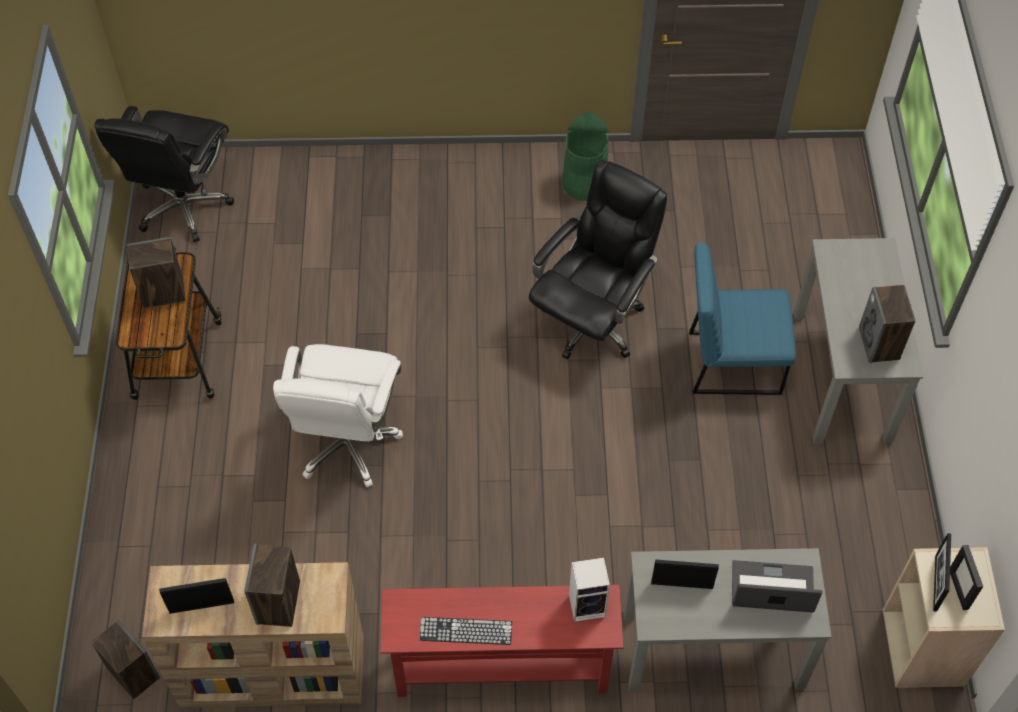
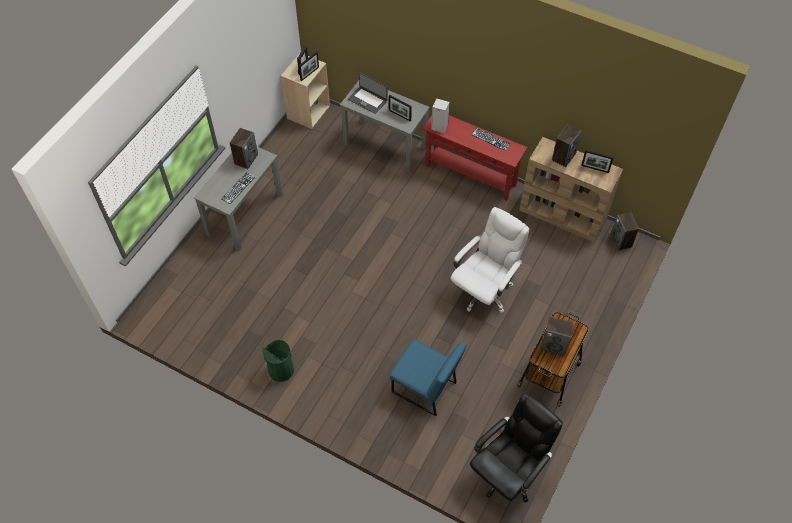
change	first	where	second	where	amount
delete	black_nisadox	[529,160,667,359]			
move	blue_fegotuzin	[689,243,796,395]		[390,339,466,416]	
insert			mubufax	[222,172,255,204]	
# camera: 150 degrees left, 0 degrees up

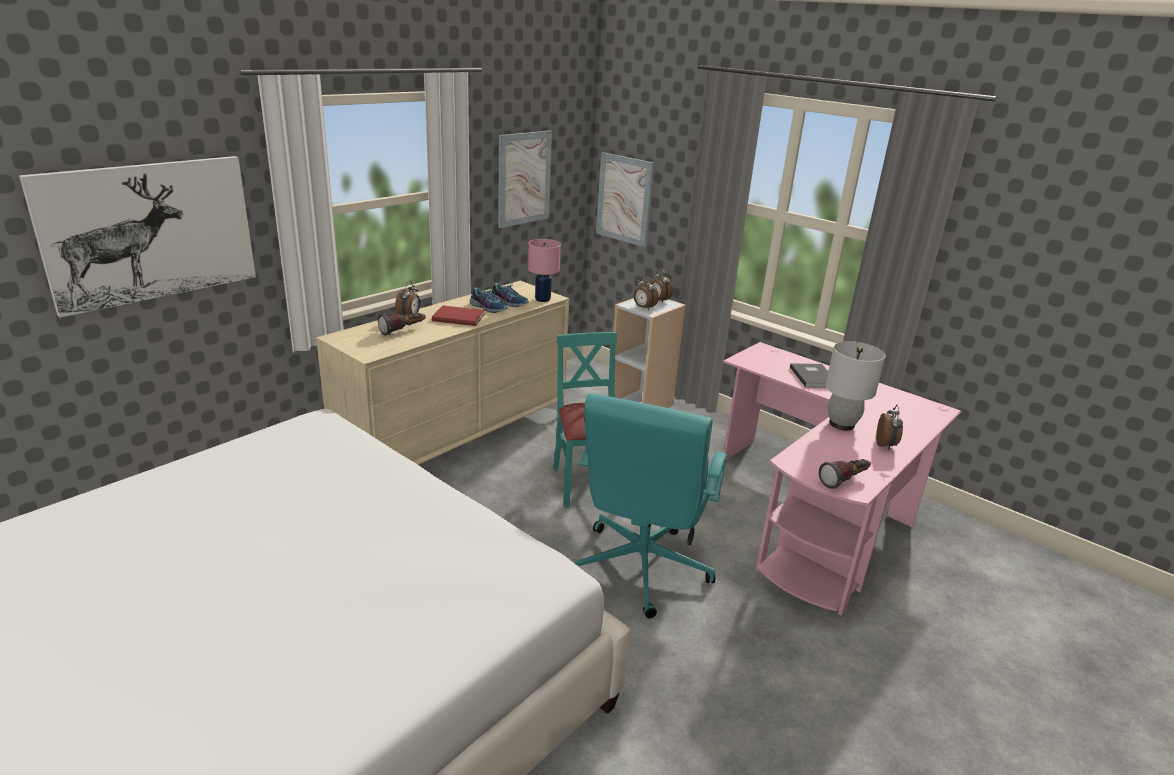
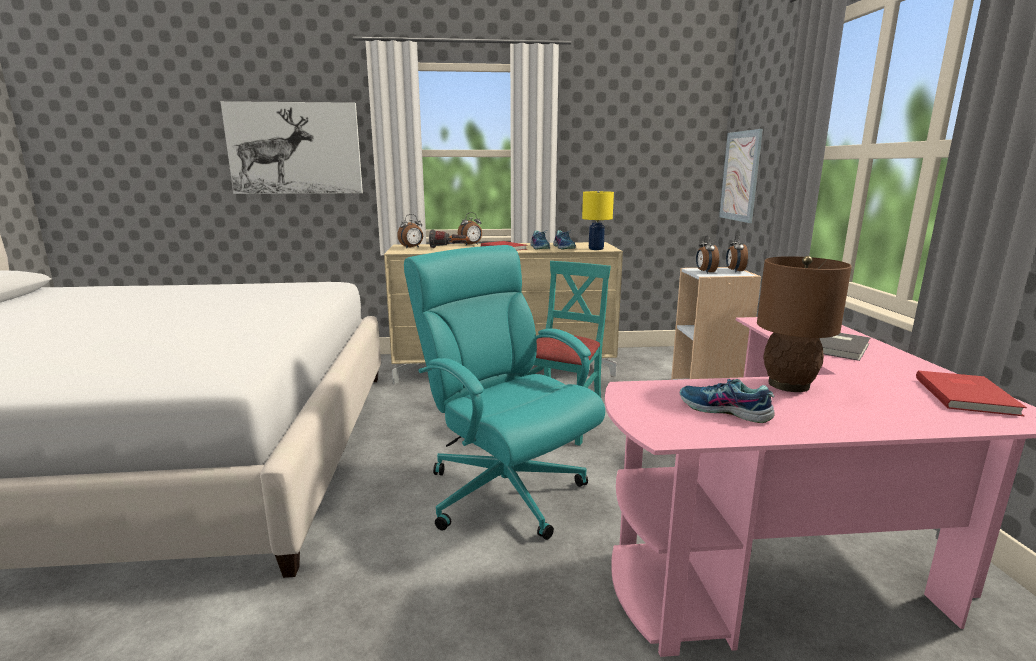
change	first	where	second	where	amount
delete	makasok	[498,130,552,228]			
recolor	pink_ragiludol	[528,239,561,302]	yellow_ragiludol	[582,191,614,250]	
recolor	white_ragiludol	[825,341,886,430]	brown_ragiludol	[757,256,852,392]	
rotate	turquoise_nisadox	[573,393,728,618]		[404,245,605,540]	75 degrees clockwise
move	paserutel	[876,404,903,450]		[397,214,423,249]	
delete	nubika	[819,459,871,489]			
insert			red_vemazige	[916,371,1027,416]	
insert			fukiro	[680,379,775,423]	
# camera: 45 degrees right, 10 degrees down

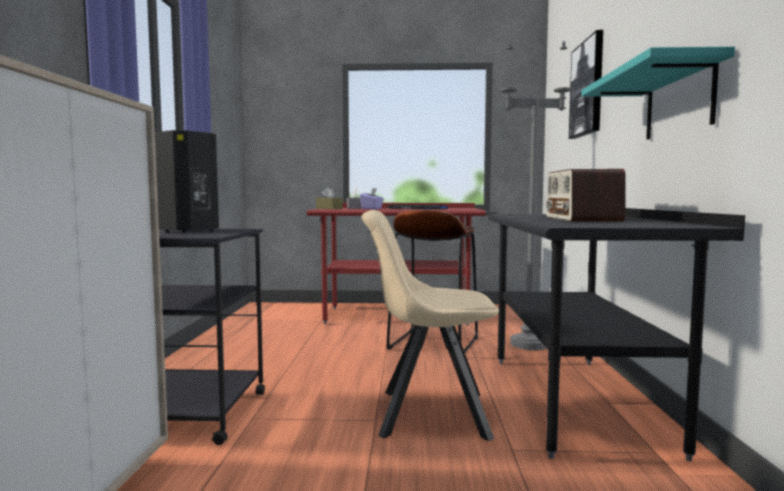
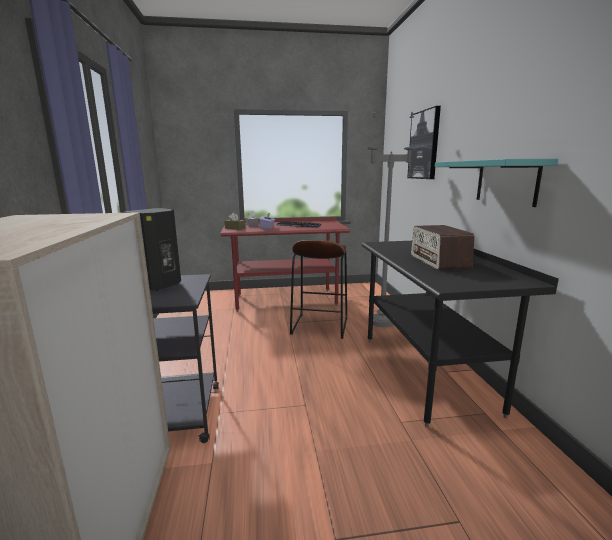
change	first	where	second	where	amount
delete	beige_fegotuzin	[362,210,499,441]			
# camera: 10 degrees left, 10 degrees up

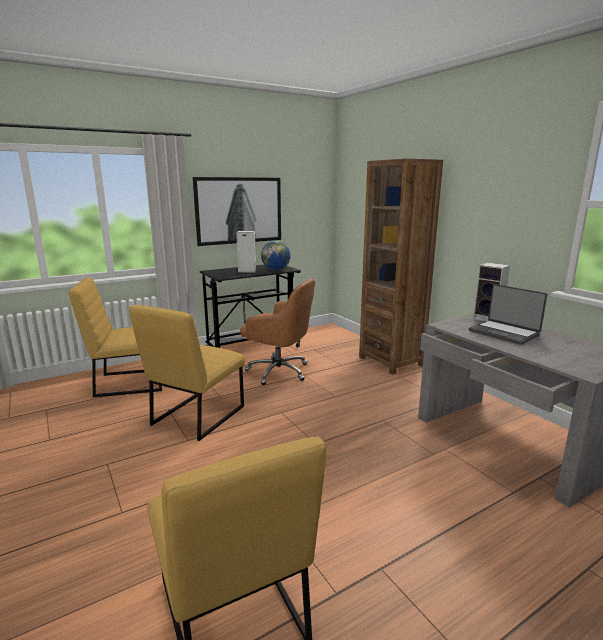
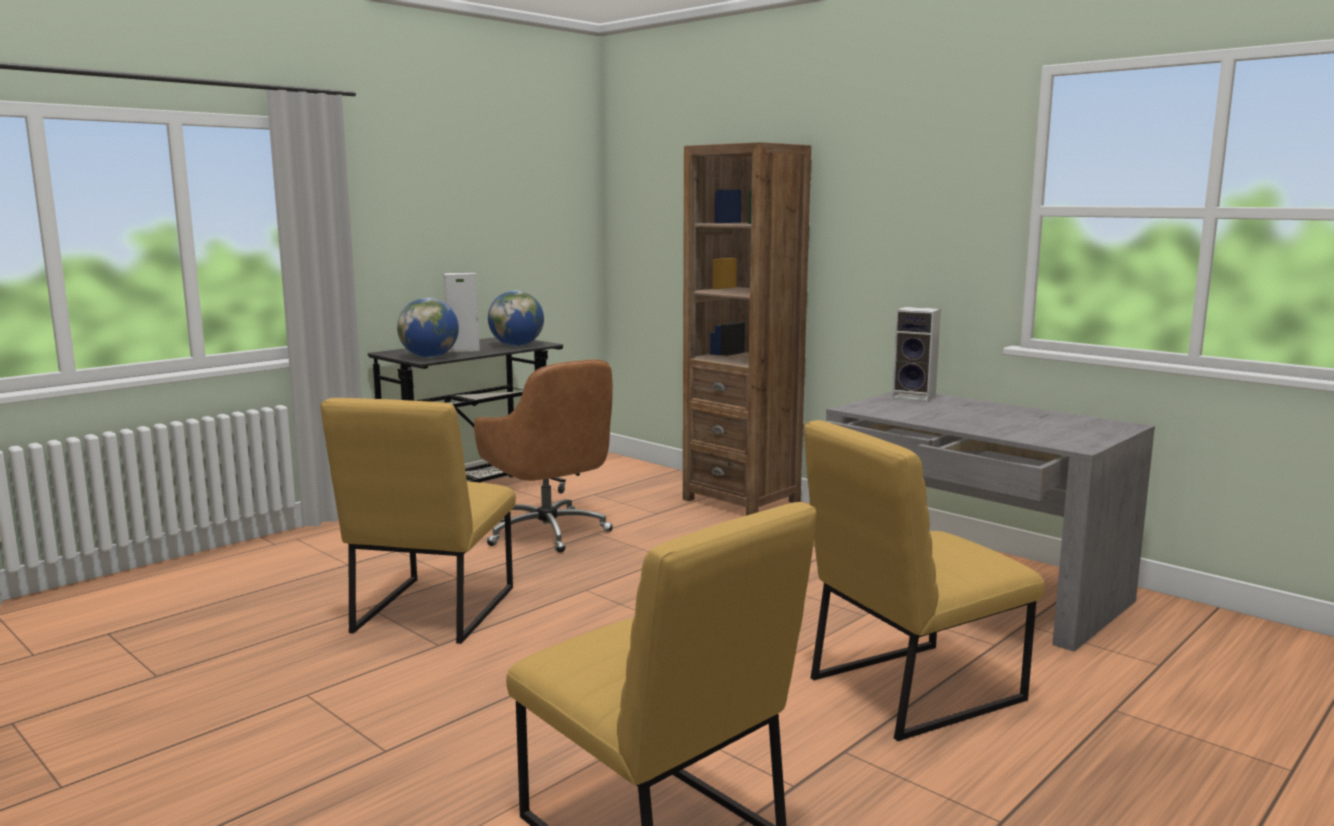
change	first	where	second	where	amount
delete	makasok	[193,177,281,246]			
move	yellow_fegotuzin	[69,278,162,397]		[804,420,1045,741]	
rotate	brown_nisadox	[240,278,315,385]		[474,360,613,553]	45 degrees clockwise
delete	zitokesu	[469,284,547,345]			
insert			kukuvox	[397,298,459,358]	
# camera: 15 degrees left, 5 degrees down

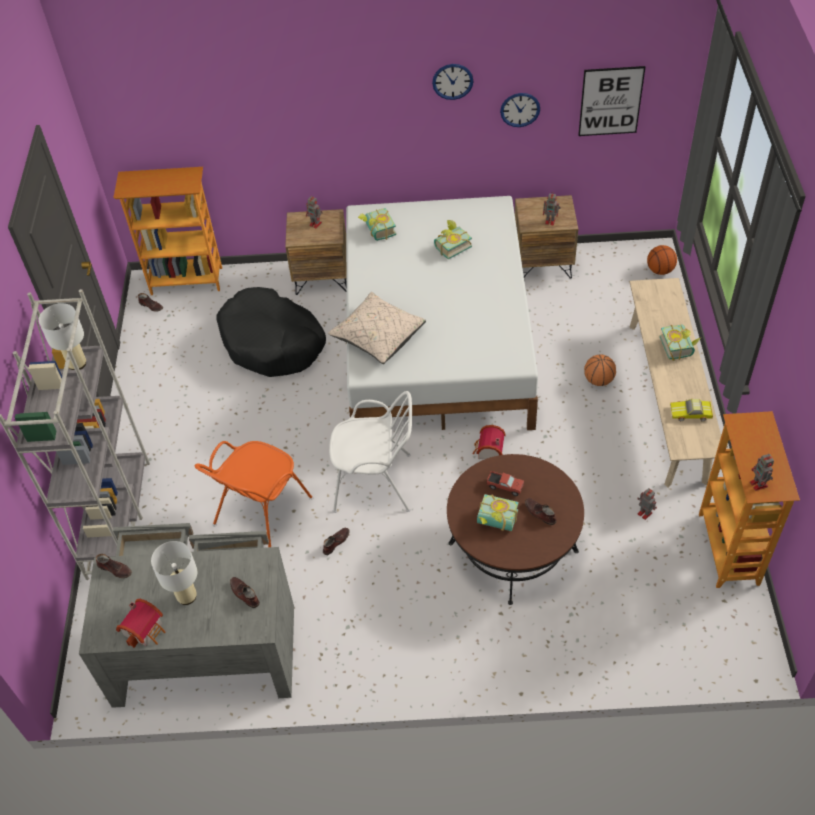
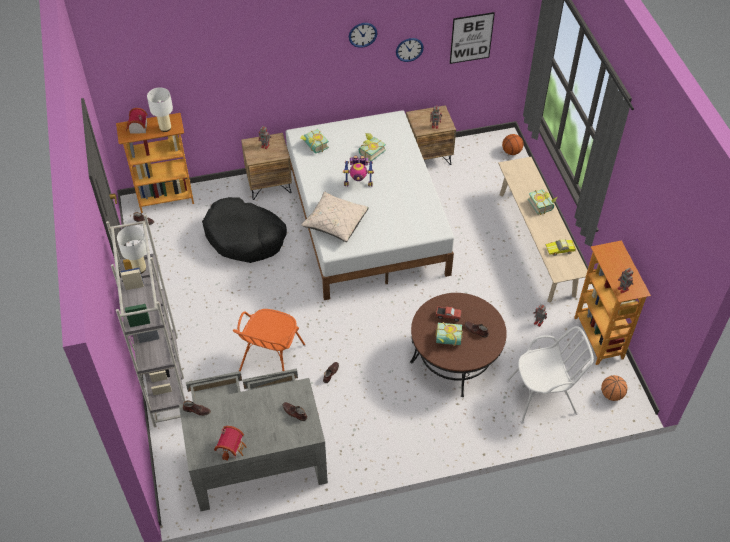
change	first	where	second	where	amount
move	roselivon	[584,355,616,386]		[601,375,628,401]	
move	white_fegotuzin	[329,391,412,513]		[506,326,594,424]	
move	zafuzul	[473,425,506,460]		[126,108,147,134]	
move	white_ragiludol	[151,541,197,605]		[147,88,173,132]	
insert			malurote	[343,156,374,187]	
# camera: 15 degrees left, 0 degrees up

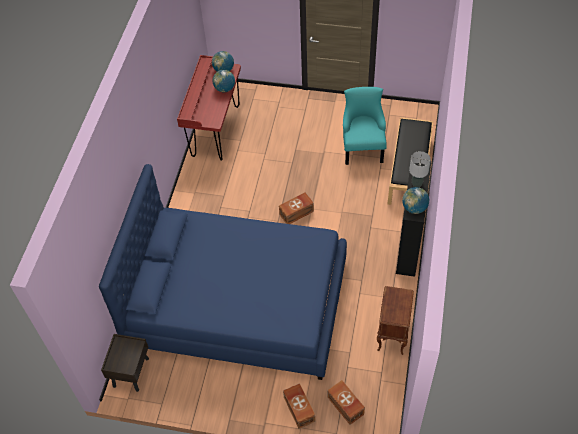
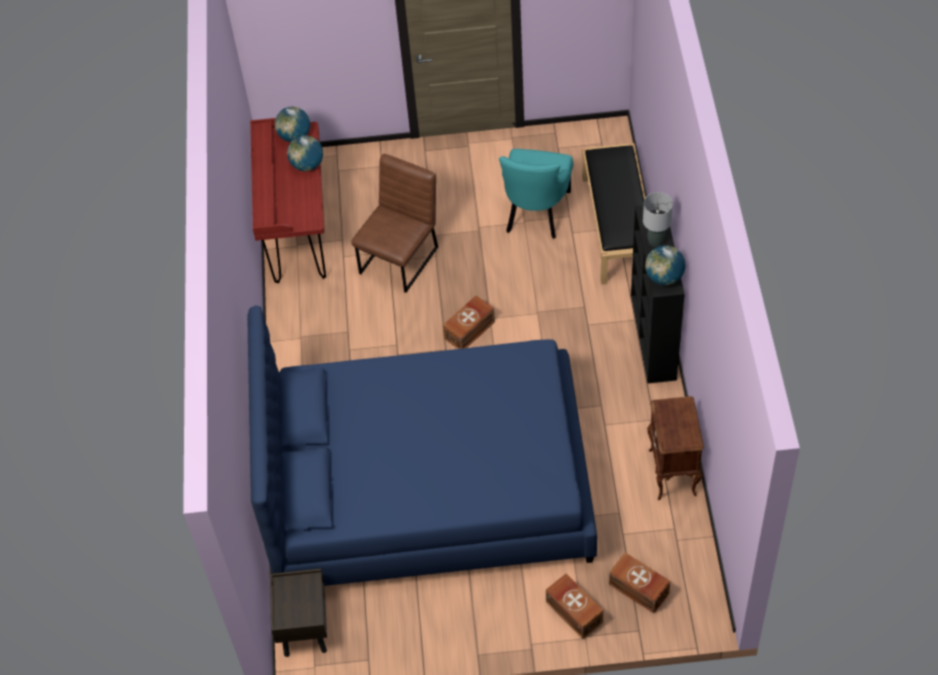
change	first	where	second	where	amount
rotate	turquoise_fegotuzin	[343,87,387,165]		[499,149,574,239]	150 degrees counterclockwise
insert			brown_fegotuzin	[351,154,438,293]	
# camera: 15 degrees left, 0 degrees up

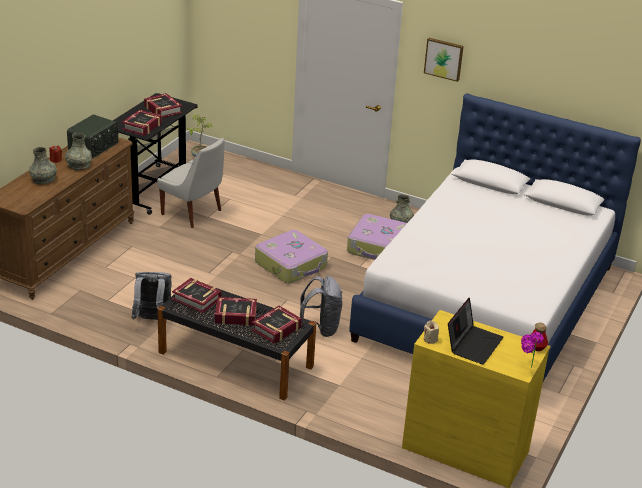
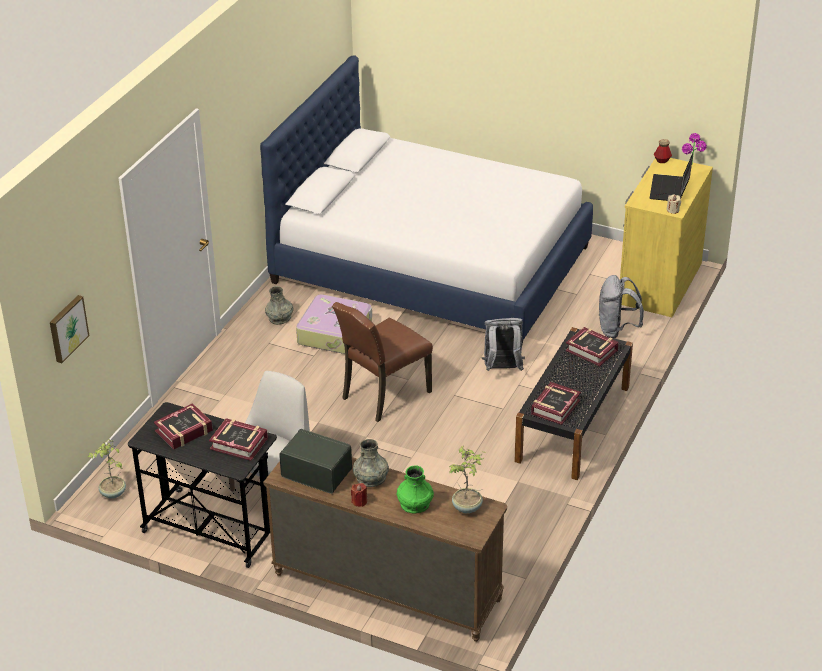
change	first	where	second	where	amount
move	makasok	[424,38,464,82]		[50,295,90,363]	
recolor	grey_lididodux	[29,147,57,184]	green_lididodux	[397,465,434,513]	
replace	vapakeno	[255,230,328,284]	brown_fegotuzin	[332,302,433,422]	
move	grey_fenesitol	[131,272,172,320]		[599,275,644,338]	
delete	vemazige	[215,297,257,326]			
rotate	zitokesu	[448,297,504,365]		[650,154,693,201]	105 degrees counterclockwise
insert			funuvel	[449,446,487,513]	
# camera: 90 degrees left, 5 degrees up

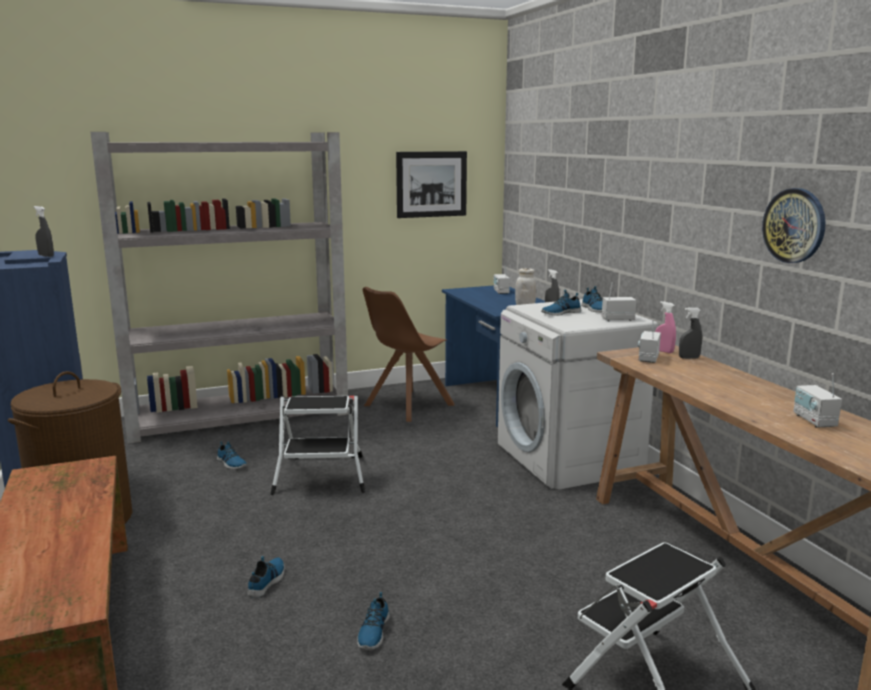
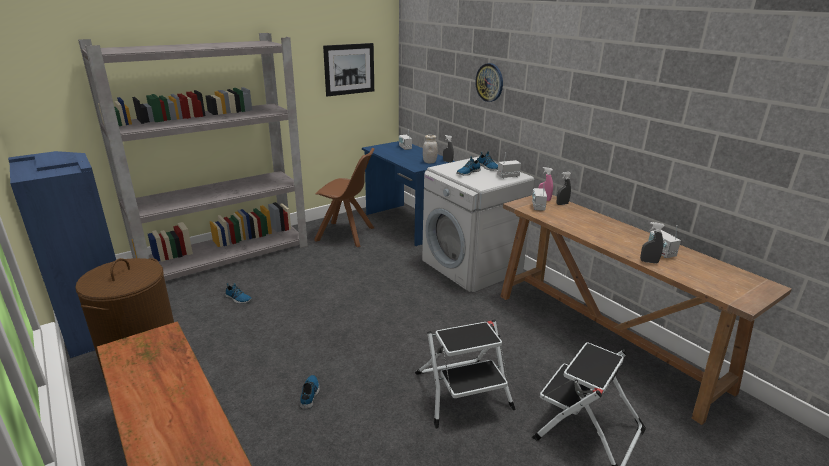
change	first	where	second	where	amount
move	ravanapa	[762,188,826,263]		[475,63,503,102]	
move	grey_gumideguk	[34,206,54,257]		[640,222,665,263]	
rotate	brown_fegotuzin	[363,287,454,422]		[314,148,374,247]	105 degrees counterclockwise
move	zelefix	[271,394,365,495]		[415,320,515,429]	
delete	fukiro	[357,592,390,650]			
# camera: 15 degrees left, 10 degrees up

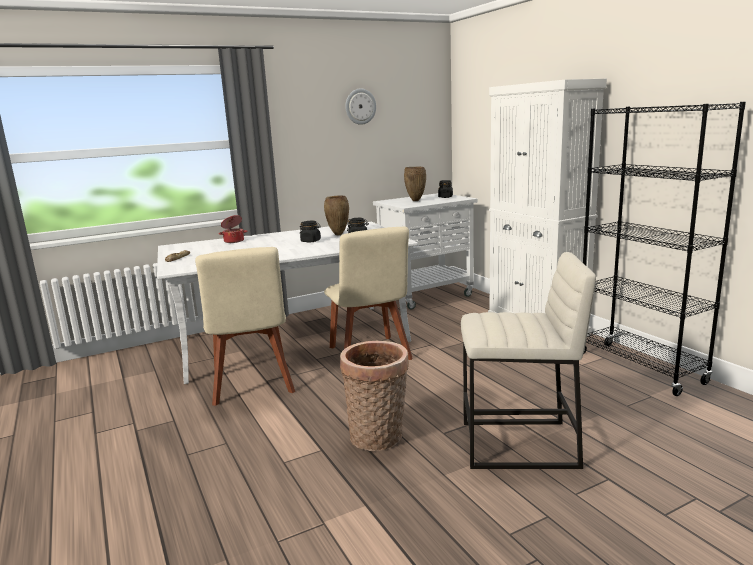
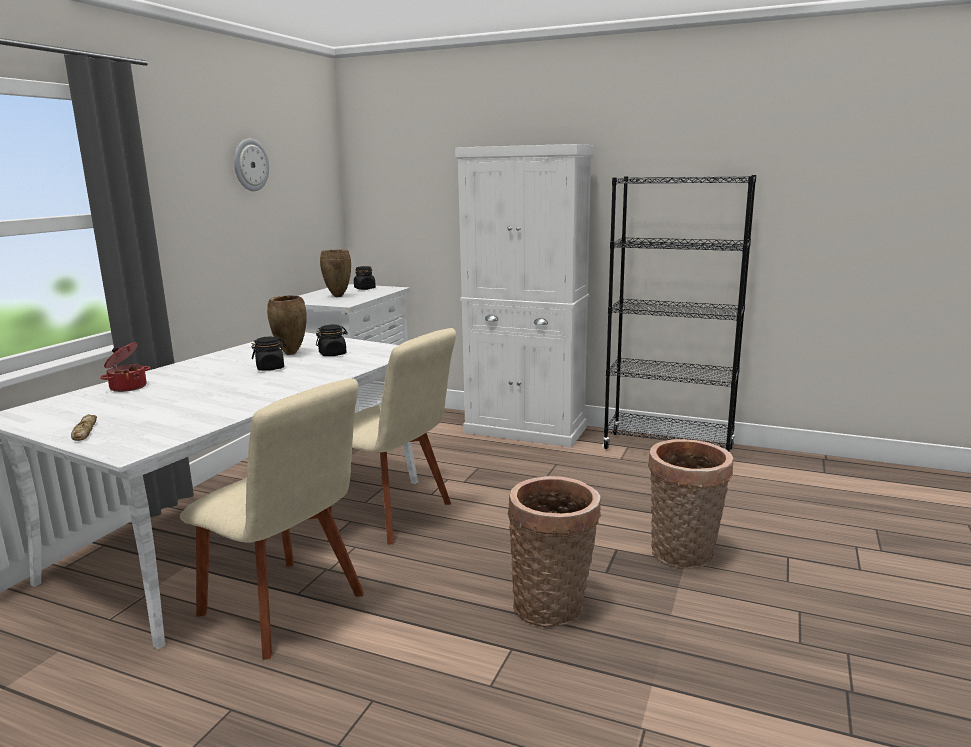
change	first	where	second	where	amount
replace	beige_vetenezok	[461,252,596,469]	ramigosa	[648,439,734,568]	
# camera: 40 degrees left, 0 degrees up

